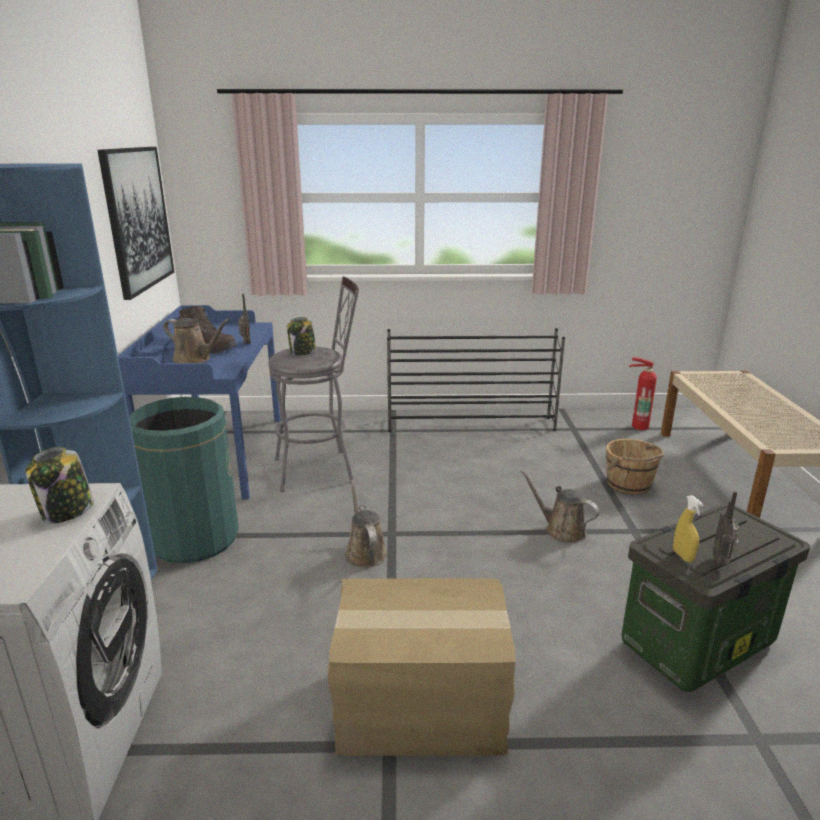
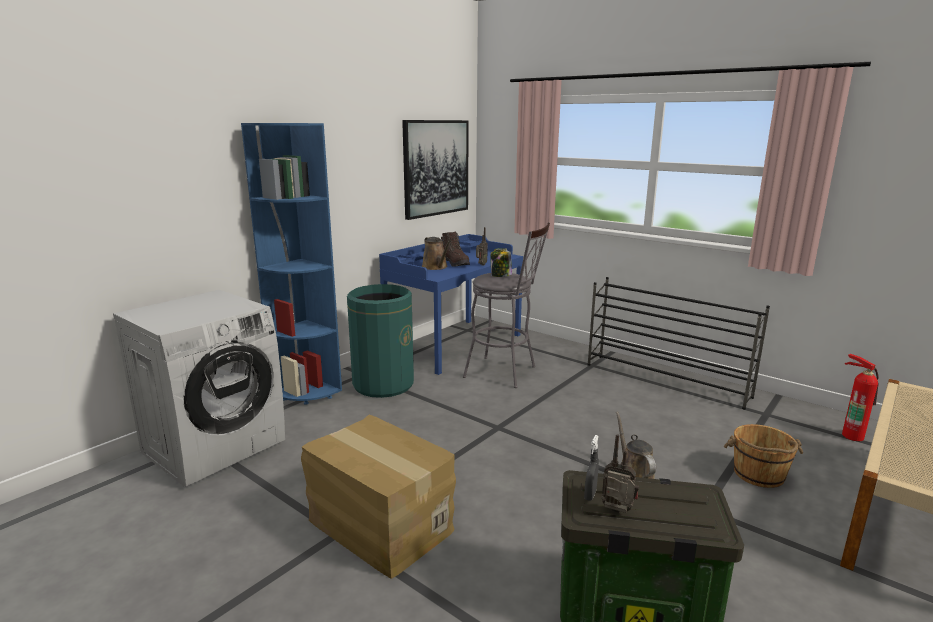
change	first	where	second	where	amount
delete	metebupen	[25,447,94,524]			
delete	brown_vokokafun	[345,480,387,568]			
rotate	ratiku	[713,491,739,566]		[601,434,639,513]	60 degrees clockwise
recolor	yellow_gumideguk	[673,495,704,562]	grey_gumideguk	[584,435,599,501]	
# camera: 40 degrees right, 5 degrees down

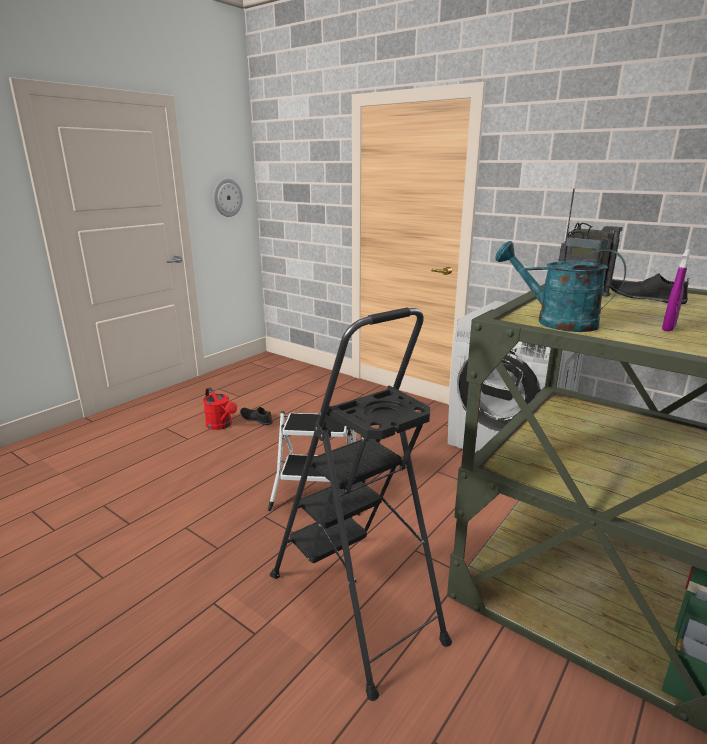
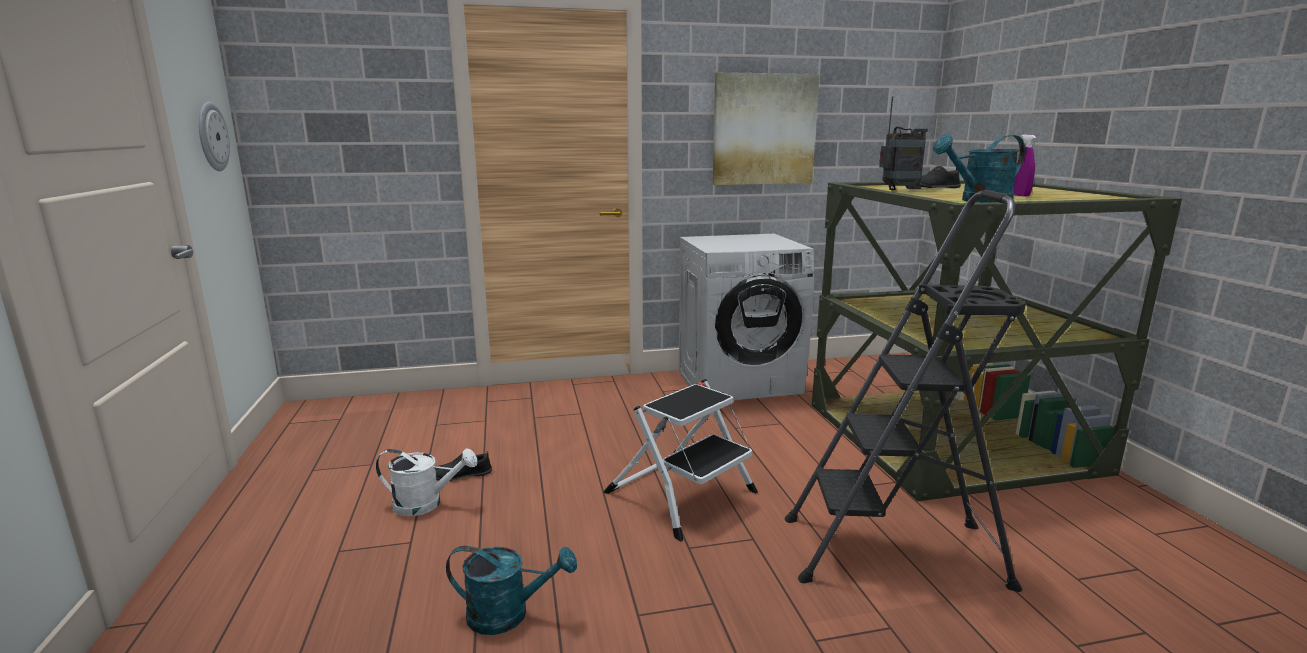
change	first	where	second	where	amount
recolor	red_vokokafun	[203,387,237,430]	white_vokokafun	[375,448,477,516]	
insert			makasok	[712,72,819,185]	
insert			turquoise_vokokafun	[446,546,577,635]	
# camera: 50 degrees left, 5 degrees down

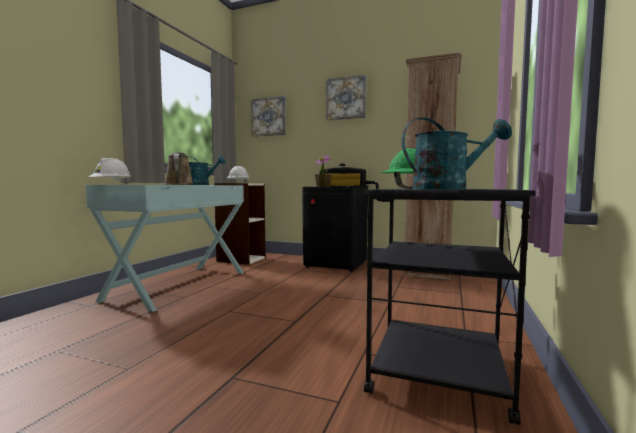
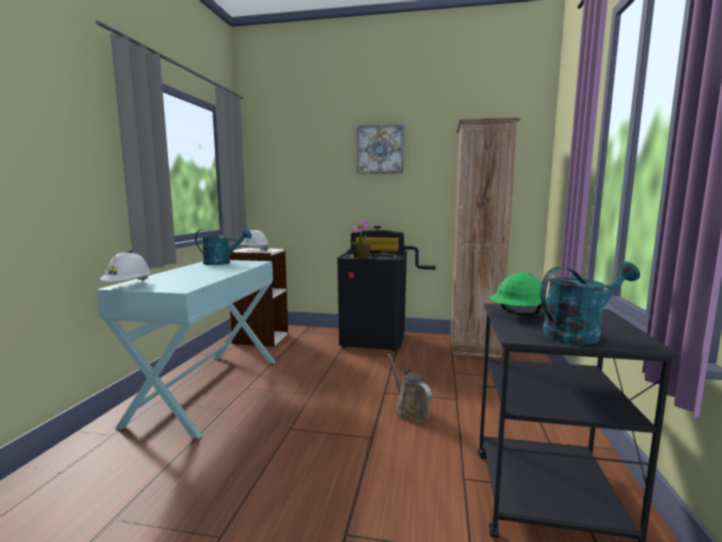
change	first	where	second	where	amount
delete	makasok	[251,96,286,137]			
move	brown_vokokafun	[164,152,194,185]		[388,353,432,422]	
# camera: 10 degrees left, 5 degrees up

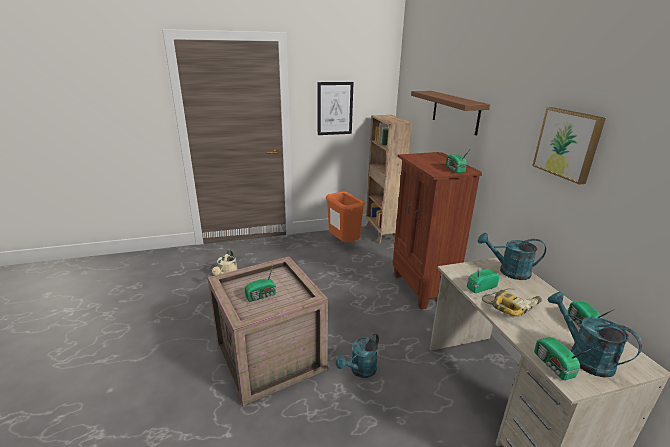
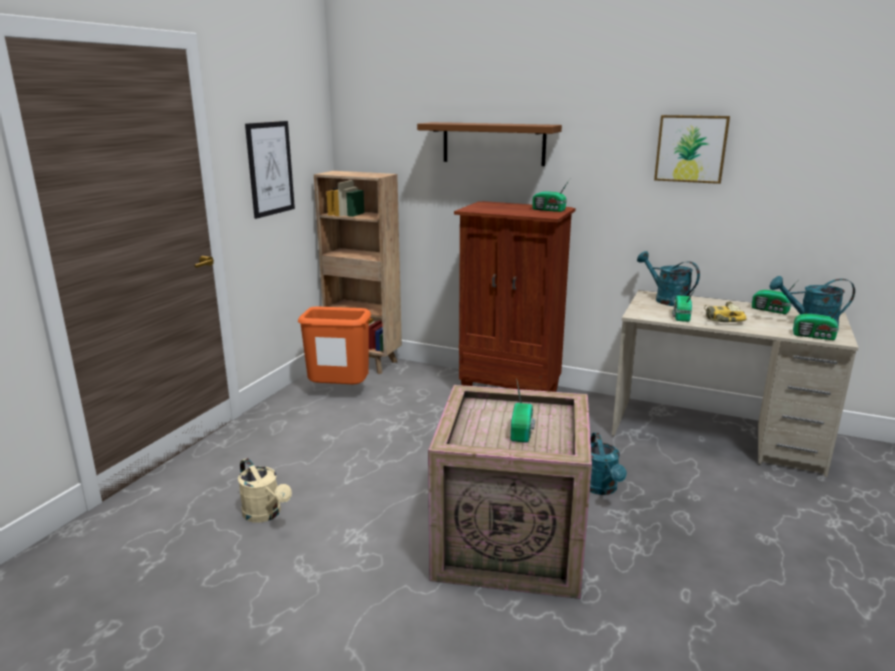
change	first	where	second	where	amount
rotate	turquoise_vokokafun	[478,233,546,280]		[637,251,700,306]	90 degrees clockwise
# camera: 50 degrees left, 5 degrees down

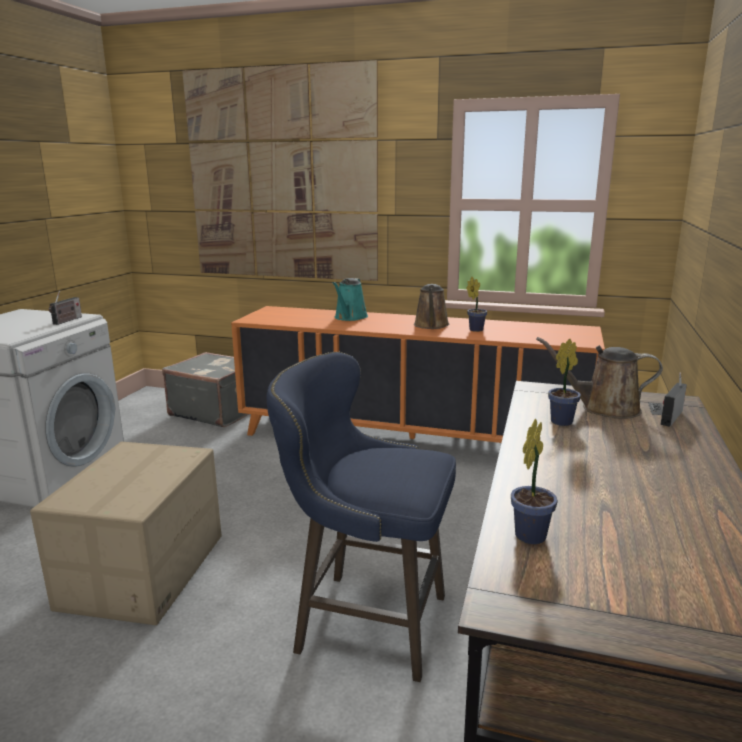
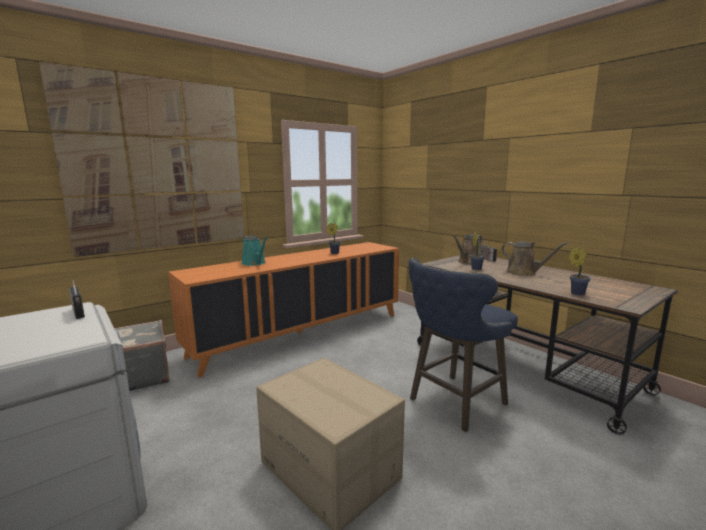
change	first	where	second	where	amount
move	brown_vokokafun	[414,284,449,329]		[502,241,568,276]	
# camera: 55 degrees left, 5 degrees down

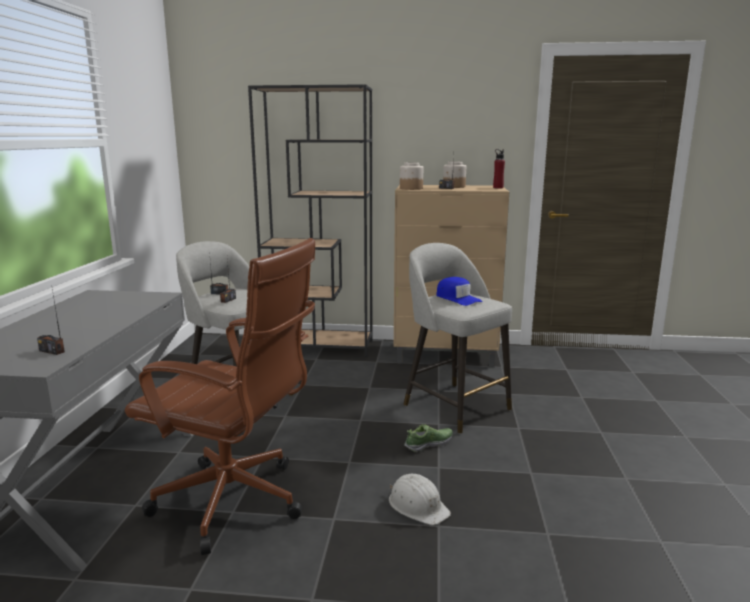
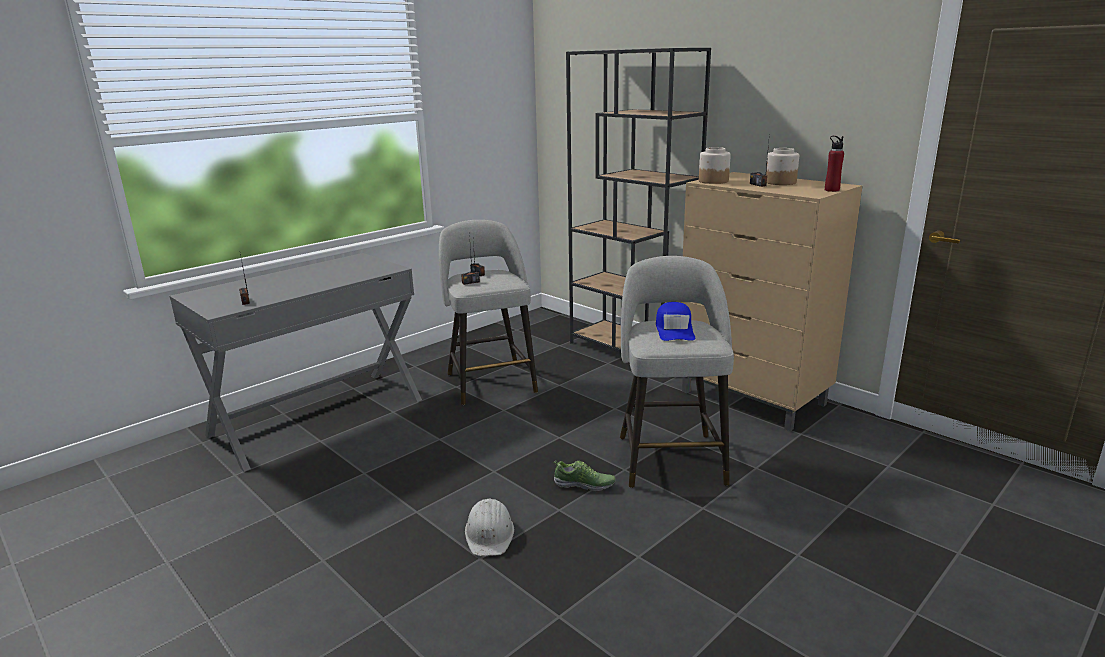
change	first	where	second	where	amount
delete	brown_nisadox	[125,238,315,555]			
# camera: 40 degrees right, 5 degrees up

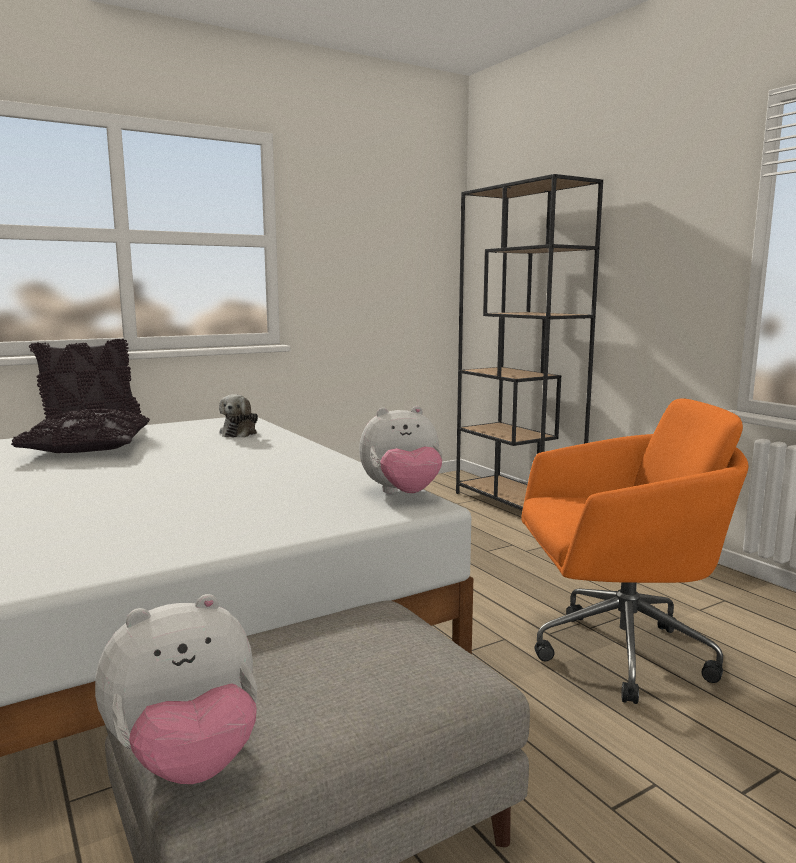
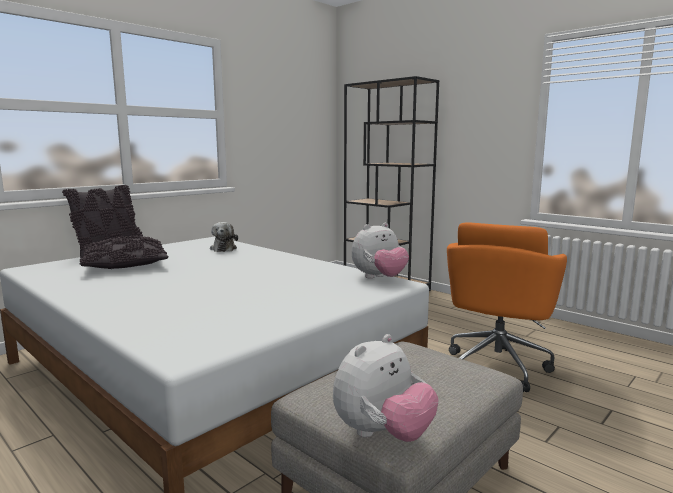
change	first	where	second	where	amount
rotate	orange_nisadox	[521,398,748,704]		[447,222,567,392]	135 degrees clockwise
# camera: 15 degrees left, 0 degrees up

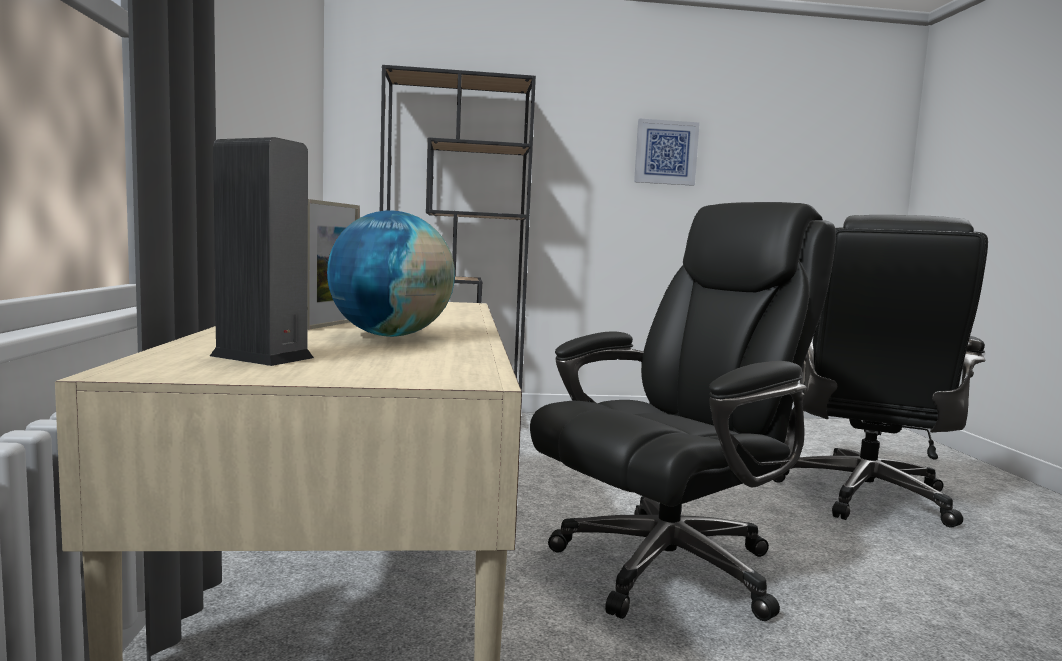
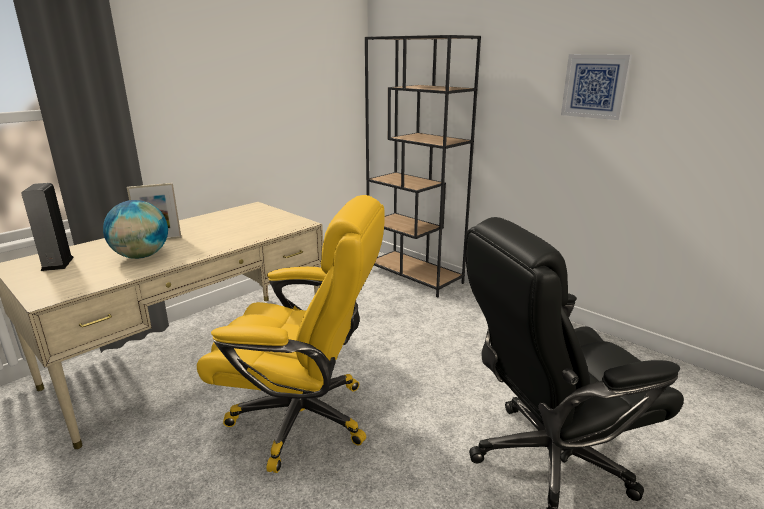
change	first	where	second	where	amount
recolor	black_nisadox	[530,202,836,621]	yellow_nisadox	[197,195,385,473]	
# camera: 50 degrees right, 15 degrees up

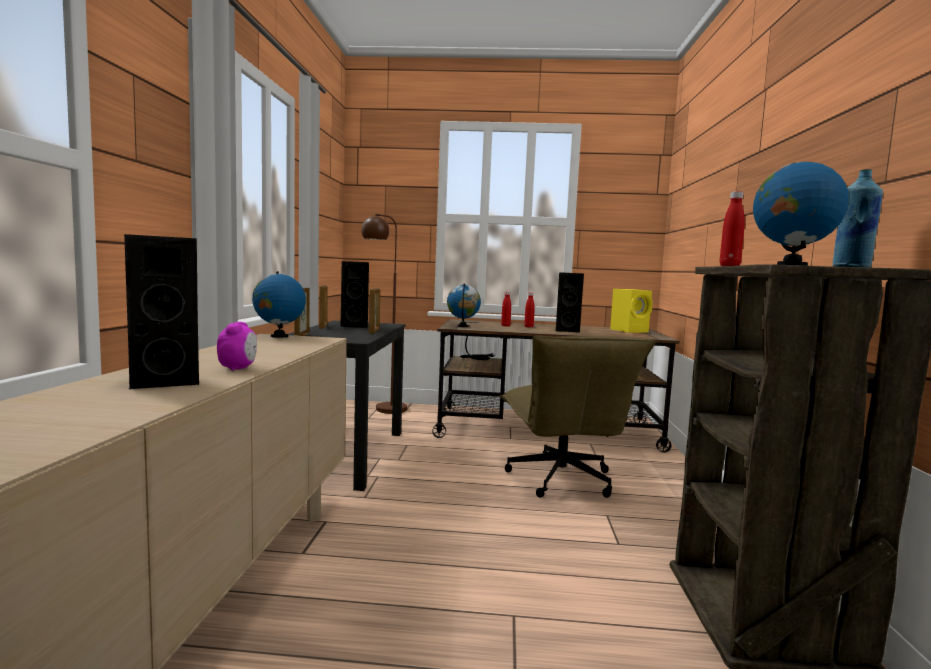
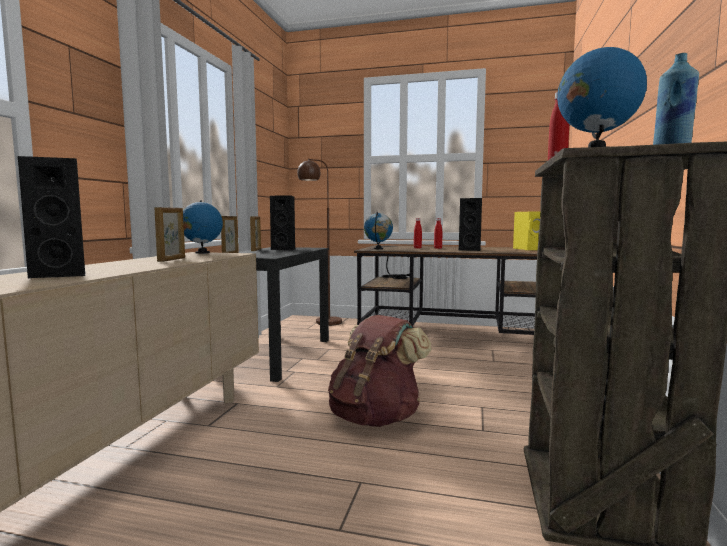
change	first	where	second	where	amount
move	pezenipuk	[369,288,380,334]		[155,207,185,262]	
delete	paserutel	[217,322,257,371]			
delete	beige_nisadox	[499,336,655,498]			
insert			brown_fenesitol	[328,315,431,427]	
# camera: 10 degrees right, 0 degrees up

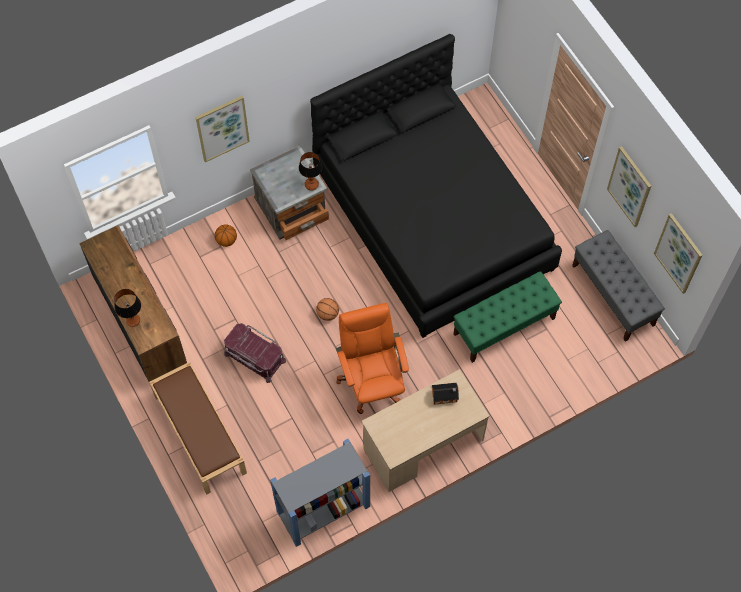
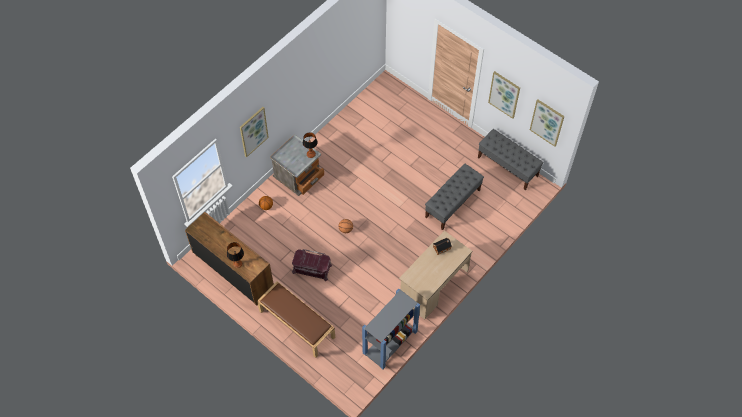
change	first	where	second	where	amount
delete	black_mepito	[310,34,562,338]			
recolor	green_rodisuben	[454,271,562,363]	grey_rodisuben	[425,163,484,230]	
delete	orange_nisadox	[336,303,409,414]			
# camera: 20 degrees left, 5 degrees down

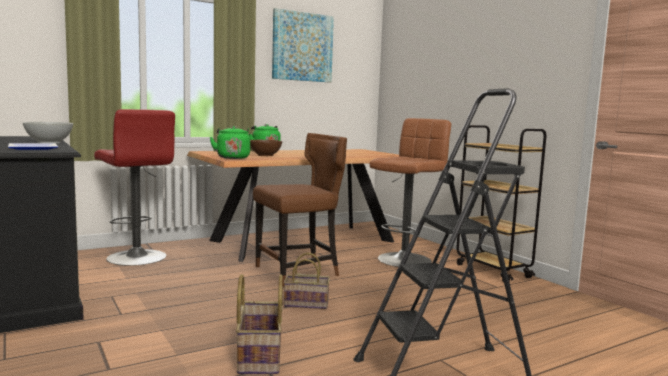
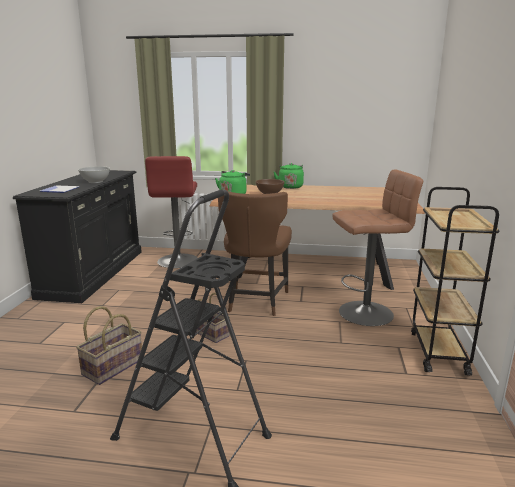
change	first	where	second	where	amount
delete	makasok	[272,8,334,83]			
rotate	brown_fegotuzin	[253,133,347,287]		[218,191,292,316]	90 degrees clockwise
# camera: 40 degrees right, 10 degrees up

